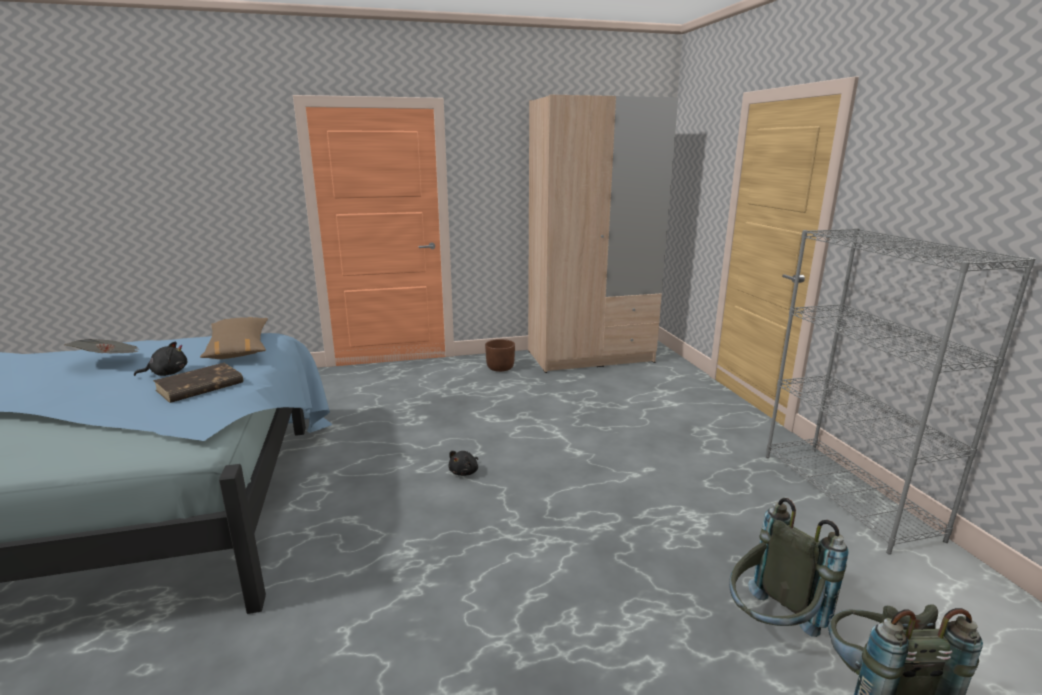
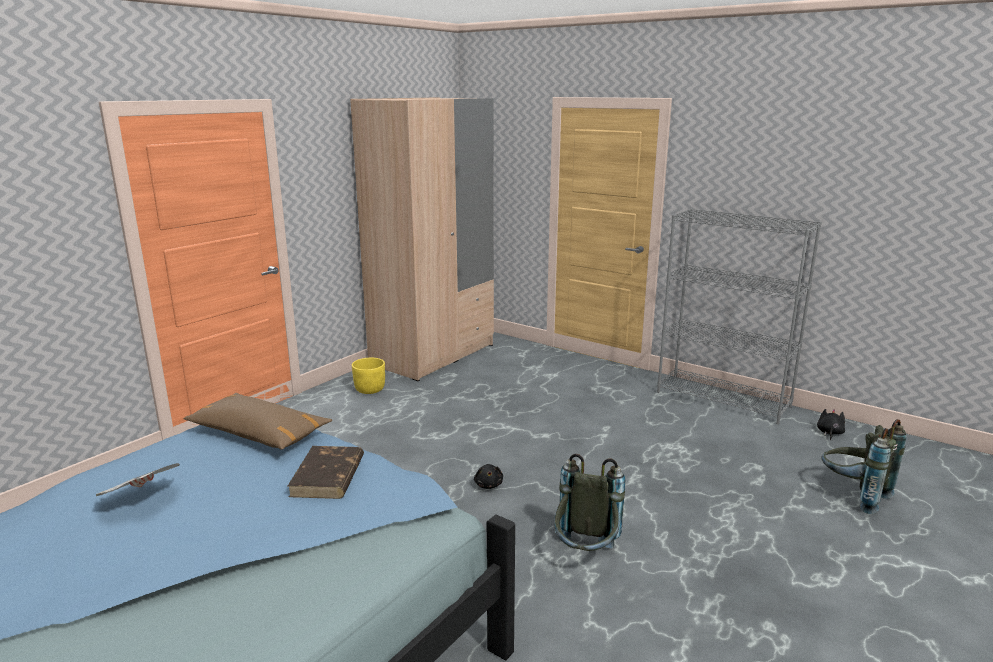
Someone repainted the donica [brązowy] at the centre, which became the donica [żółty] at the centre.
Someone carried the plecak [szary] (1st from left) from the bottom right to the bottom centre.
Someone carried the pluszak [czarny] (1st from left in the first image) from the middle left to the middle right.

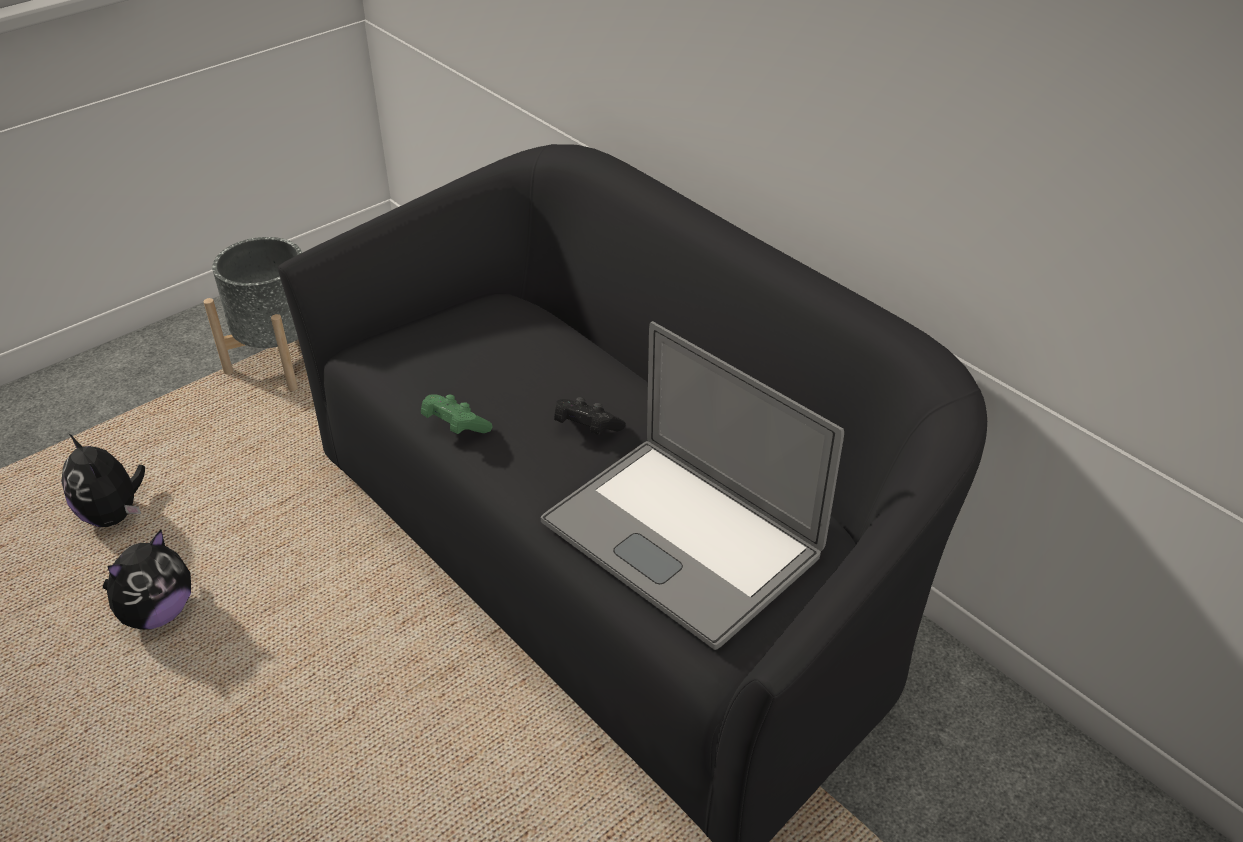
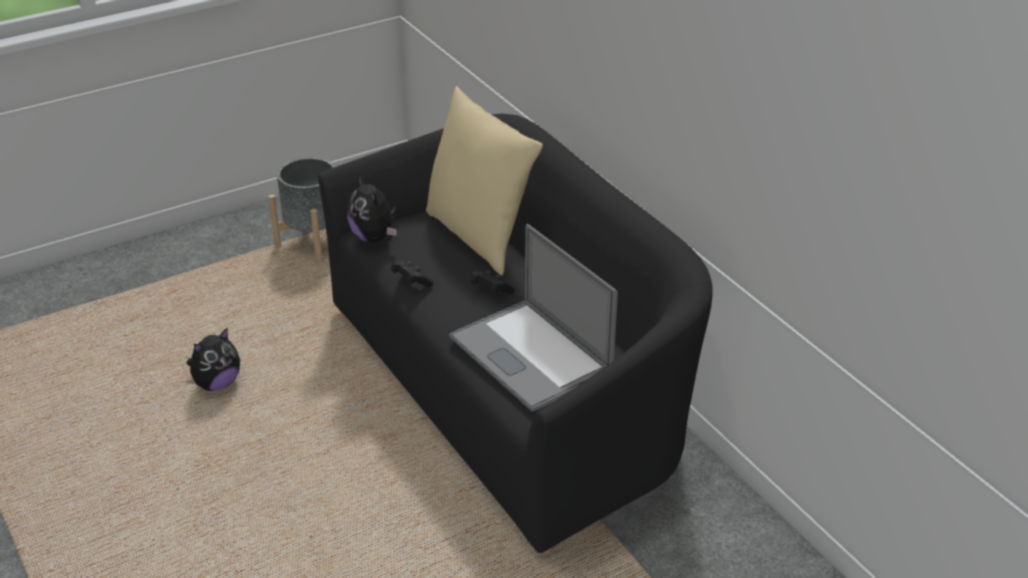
Someone carried the pluszak (1st from left in the first image) from the middle left to the centre.
Someone repainted the pad do gier [zielony] at the centre, which became the pad do gier [czarny] (1st from left) at the centre.
Someone put down the poduszka [beżowy] at the top centre.

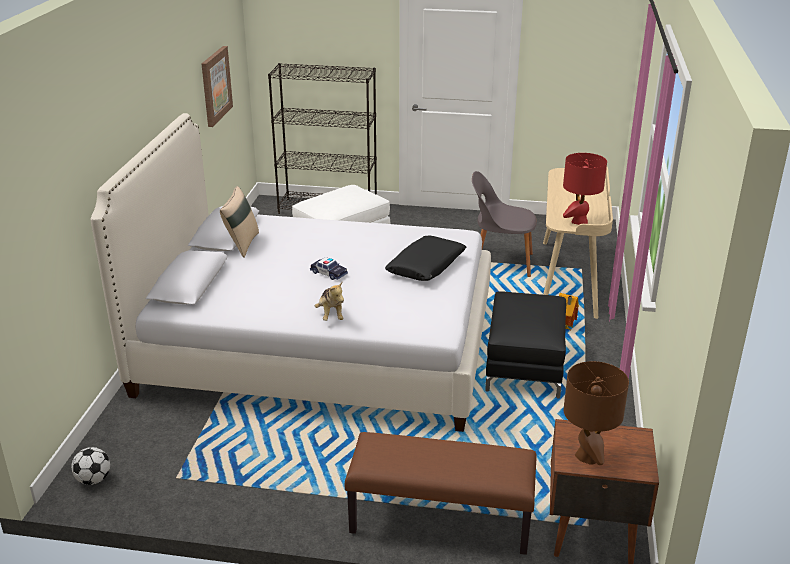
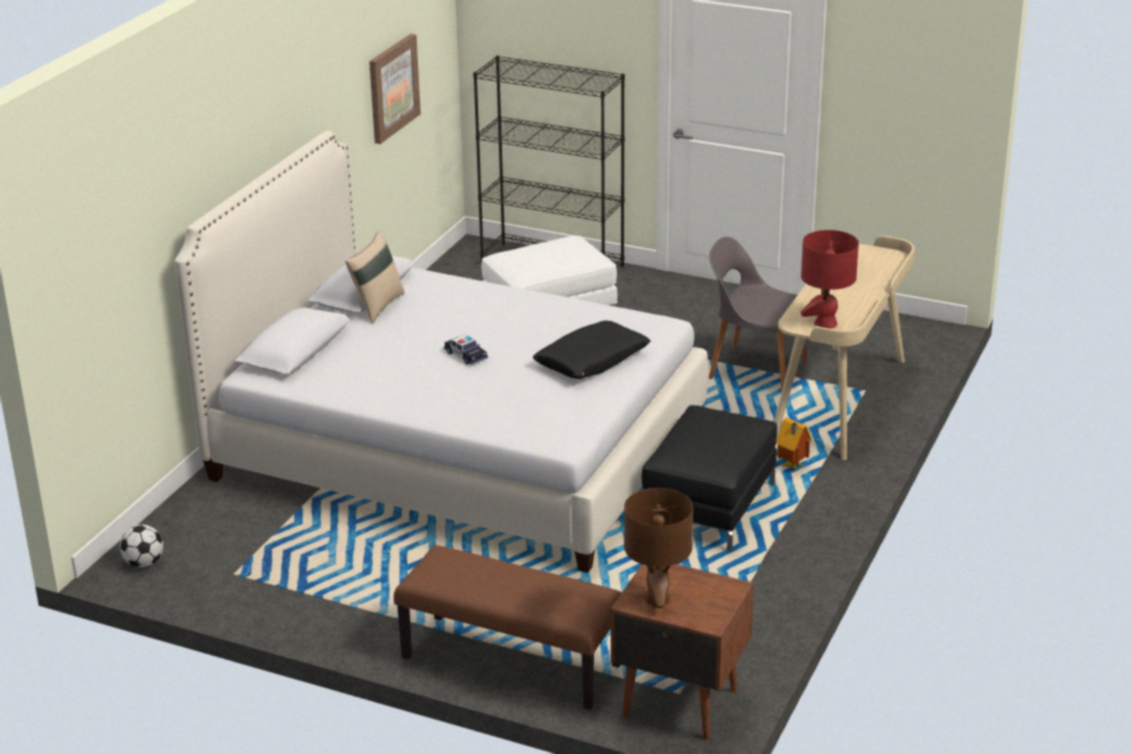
Someone took away the pluszak at the centre.

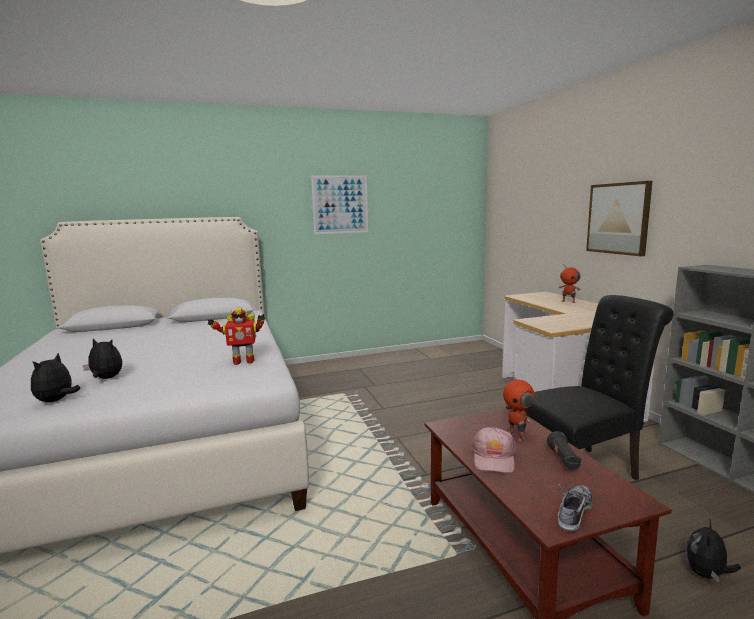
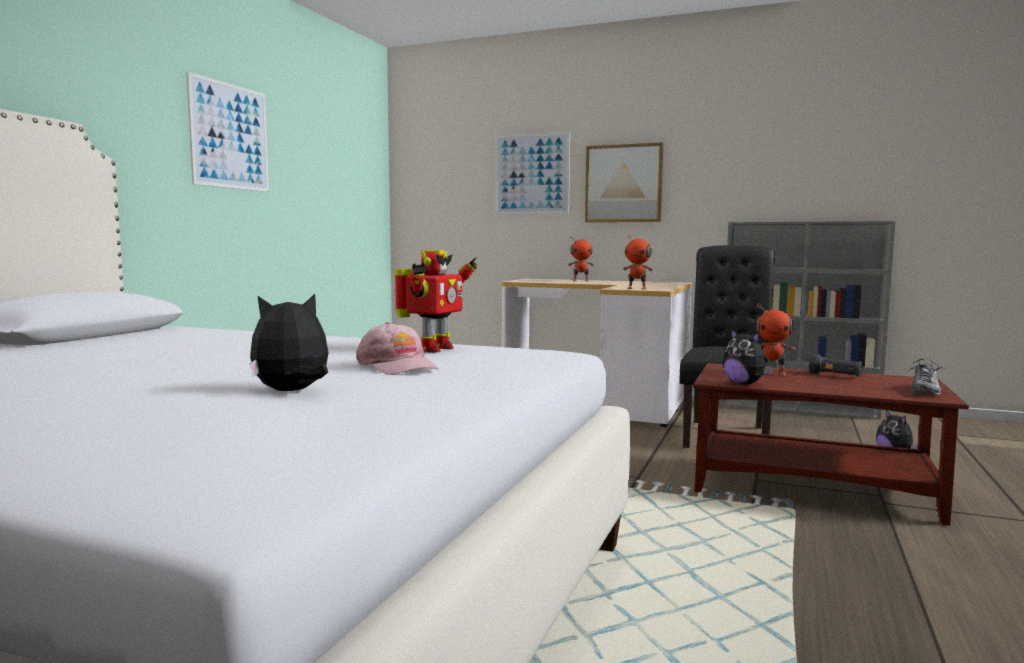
Someone carried the czapka z daszkiem [różowy] from the bottom centre to the centre.
Someone put up the obraz (2nd from left) at the top centre.
Someone put down the robot zabawkowy (3rd from left) at the centre.
Someone carried the pluszak (1st from left in the first image) from the middle left to the middle right.
Someone rotated the but at the bottom right by 135 degrees counterclockwise.

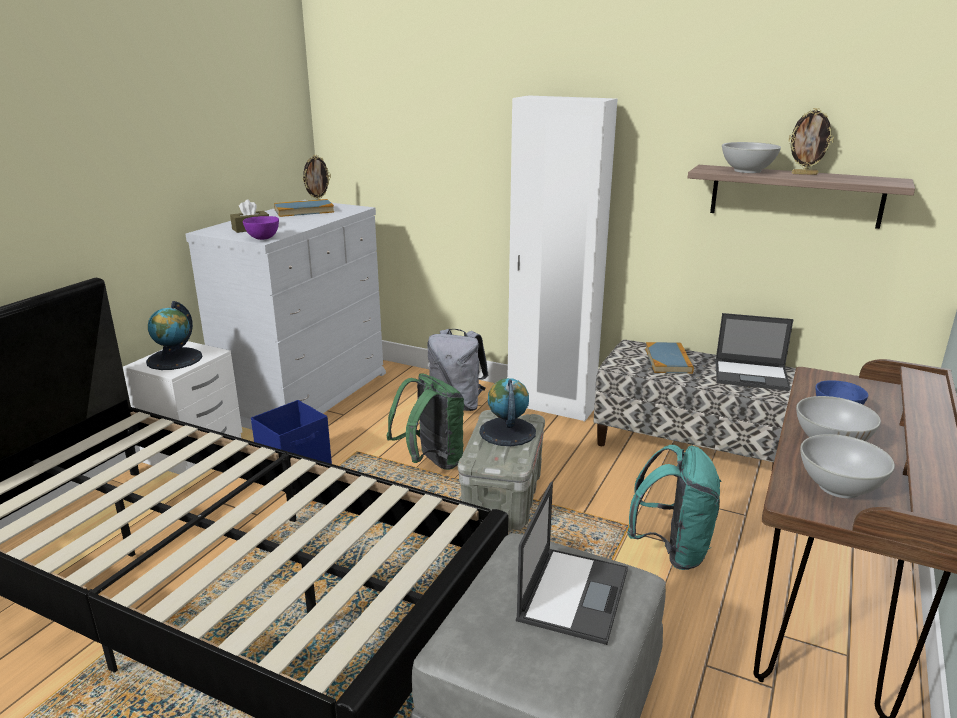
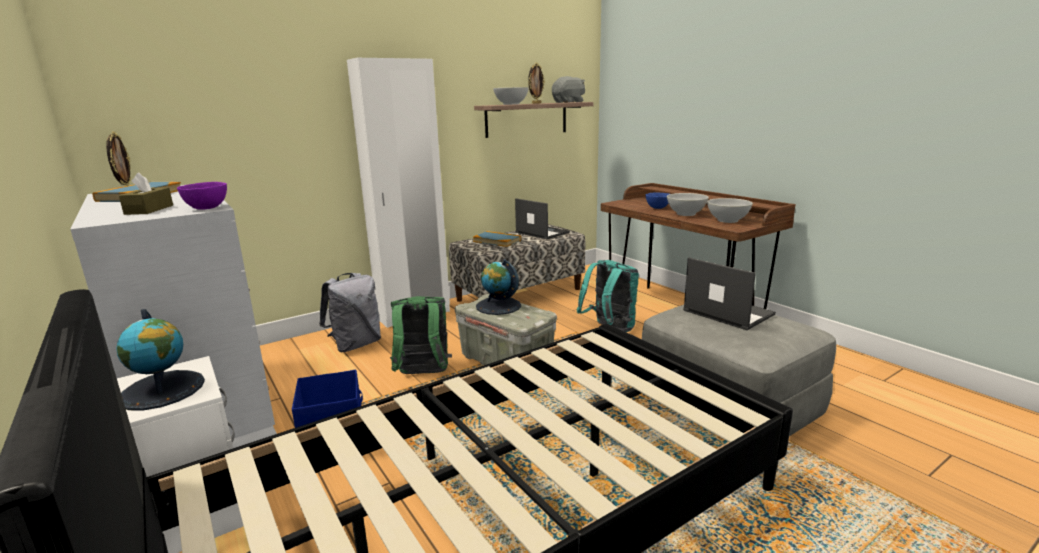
Someone rotated the laptop (2nd from left in the first image) at the middle right by 90 degrees counterclockwise.
Someone put down the pluszak [szary] at the top centre.

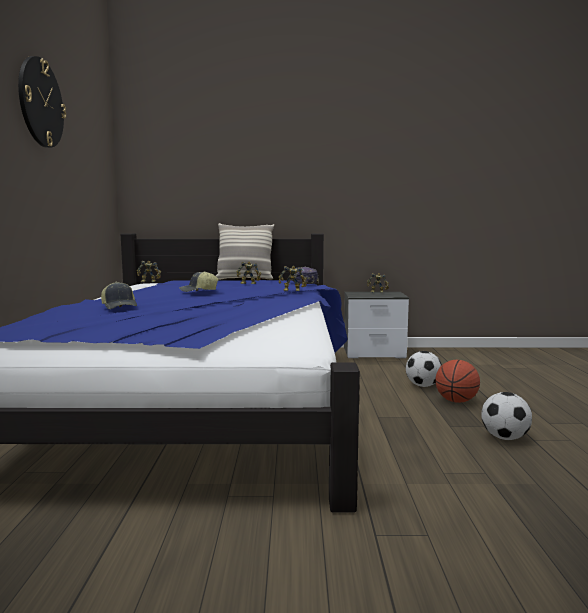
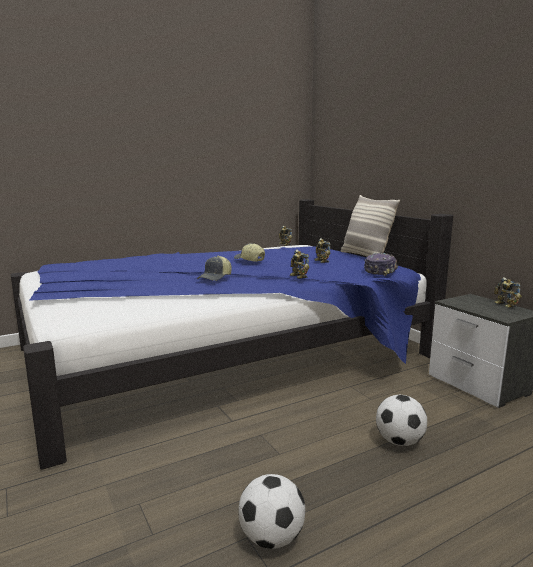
Someone carried the czapka z daszkiem (1st from left) from the middle left to the centre.
Someone took away the zegar ścienny at the top left.
Someone took away the piłka do koszykówki at the middle right.

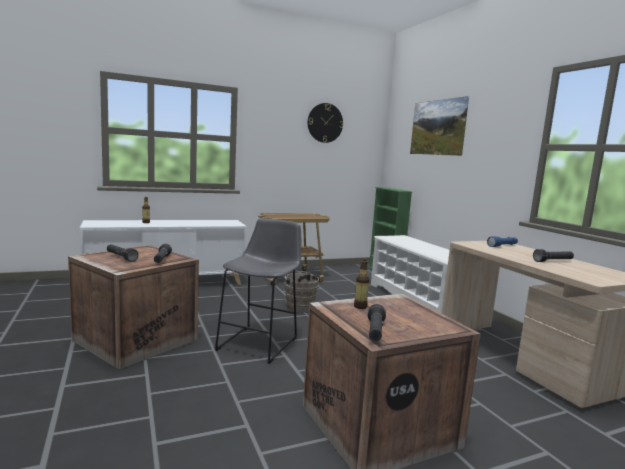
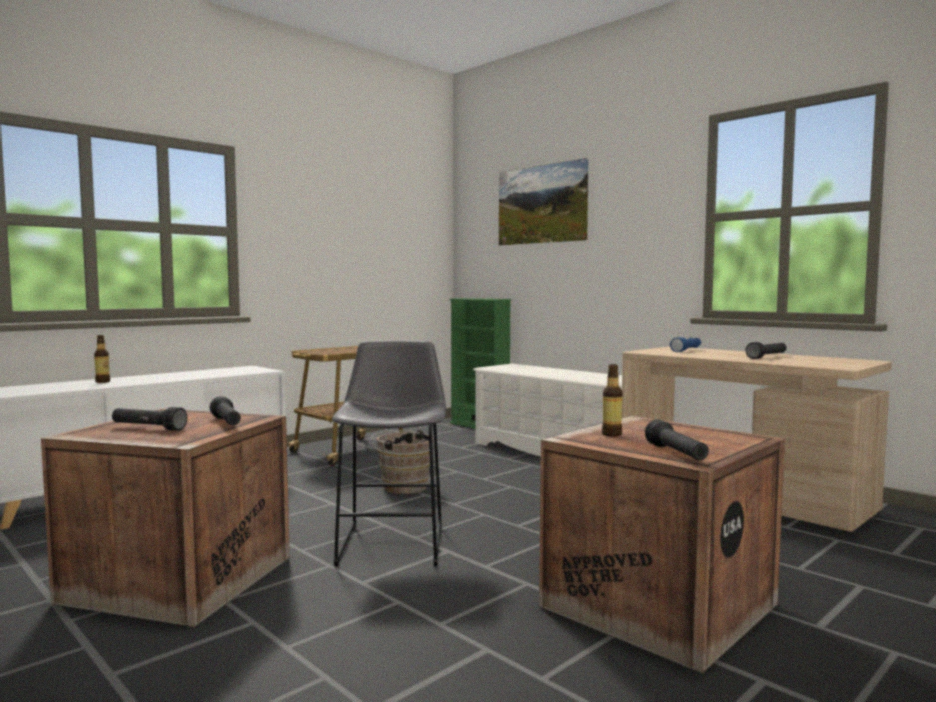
Someone took away the zegar ścienny at the top centre.

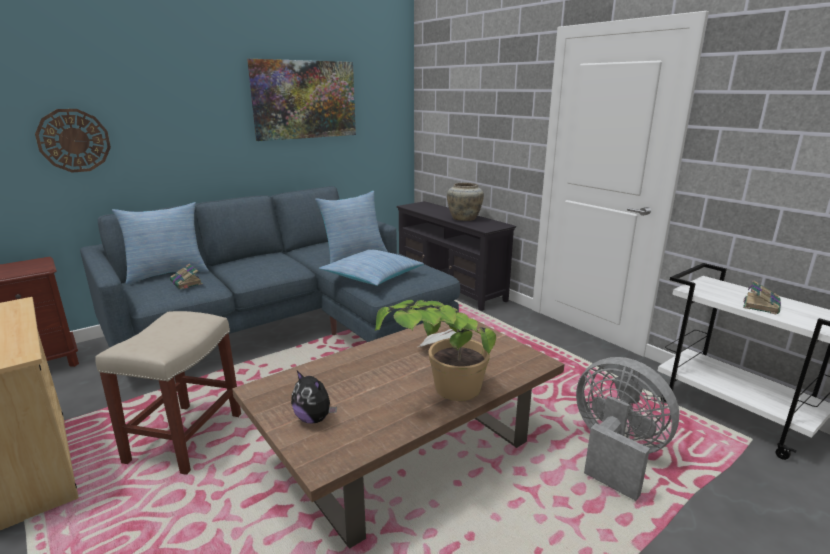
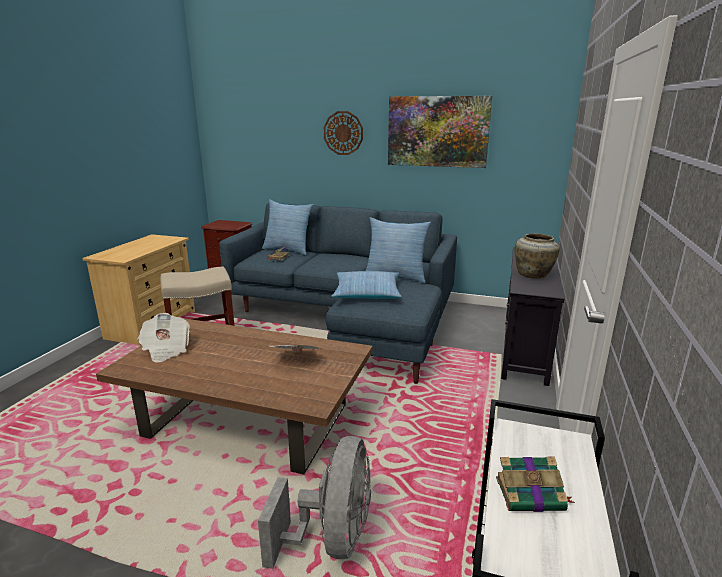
Someone swapped the pluszak at the bottom centre for the gazeta (1st from left) at the middle left.
Someone carried the zegar ścienny from the top left to the top centre.
Someone took away the roślina doniczkowa at the centre.

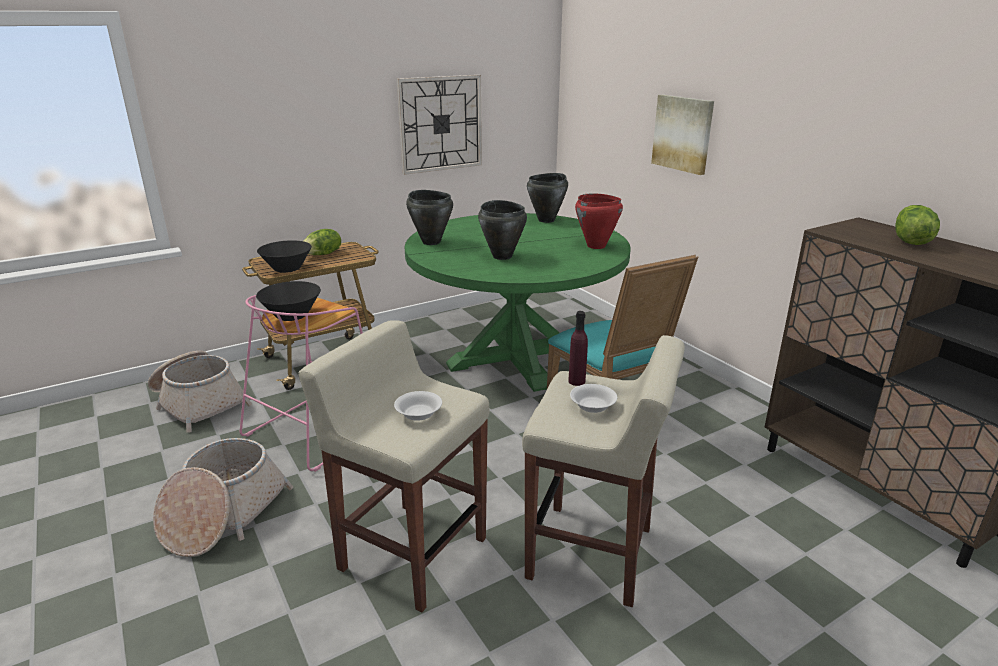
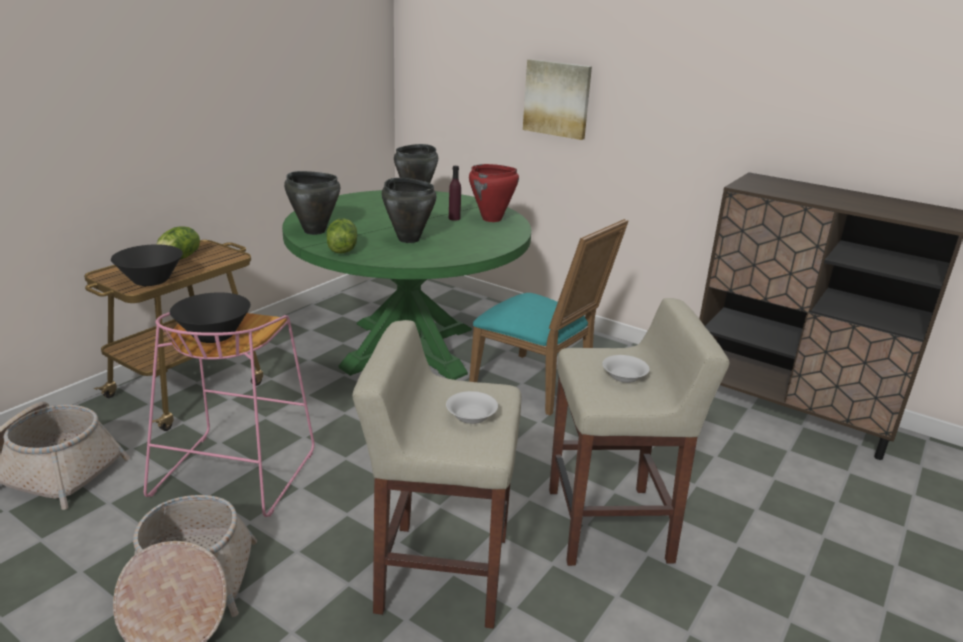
Someone carried the sałata (2nd from left) from the middle right to the centre.
Someone carried the butelka [fioletowy] from the centre to the top centre.
Someone took away the zegar ścienny at the top centre.

